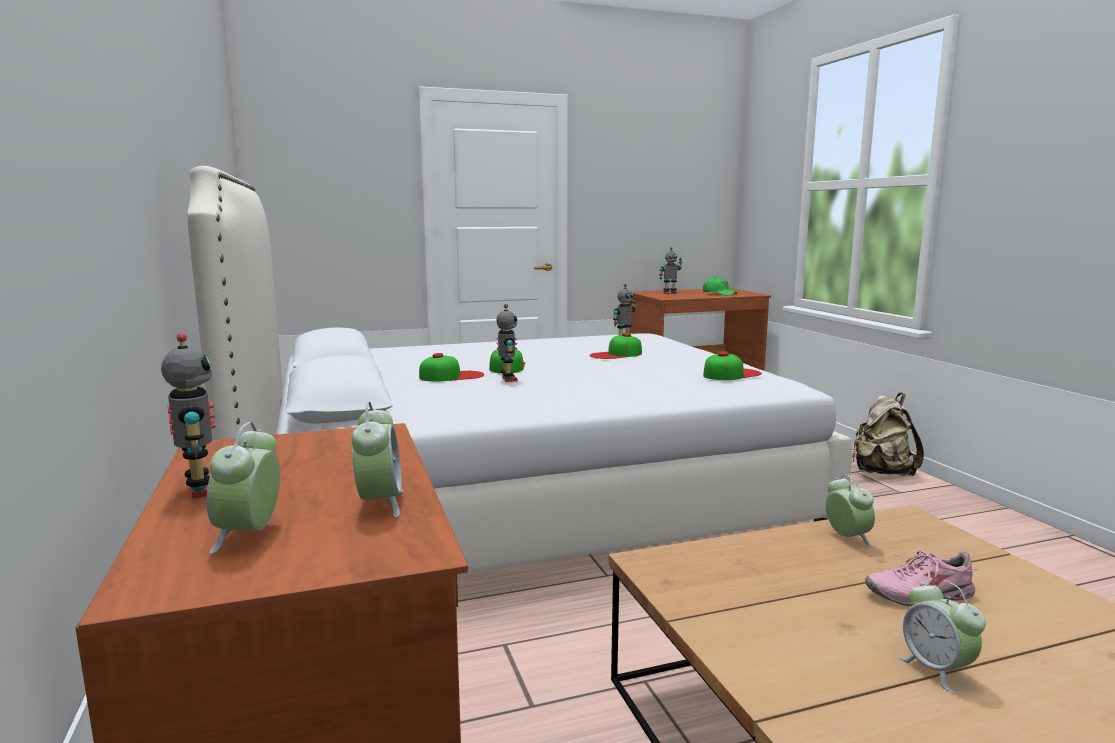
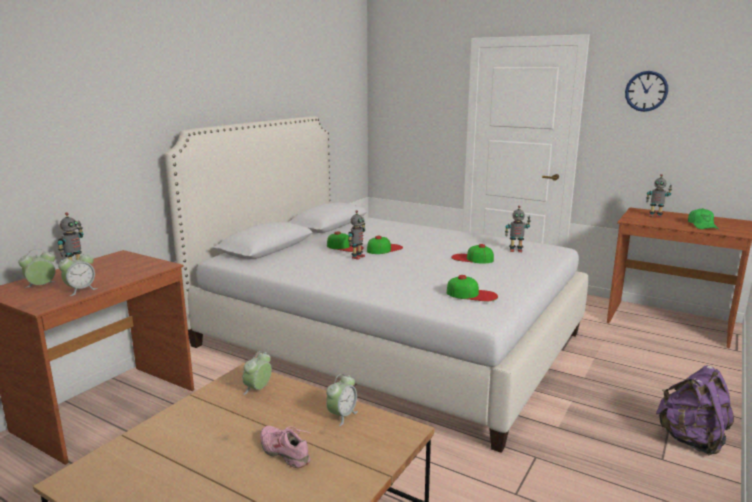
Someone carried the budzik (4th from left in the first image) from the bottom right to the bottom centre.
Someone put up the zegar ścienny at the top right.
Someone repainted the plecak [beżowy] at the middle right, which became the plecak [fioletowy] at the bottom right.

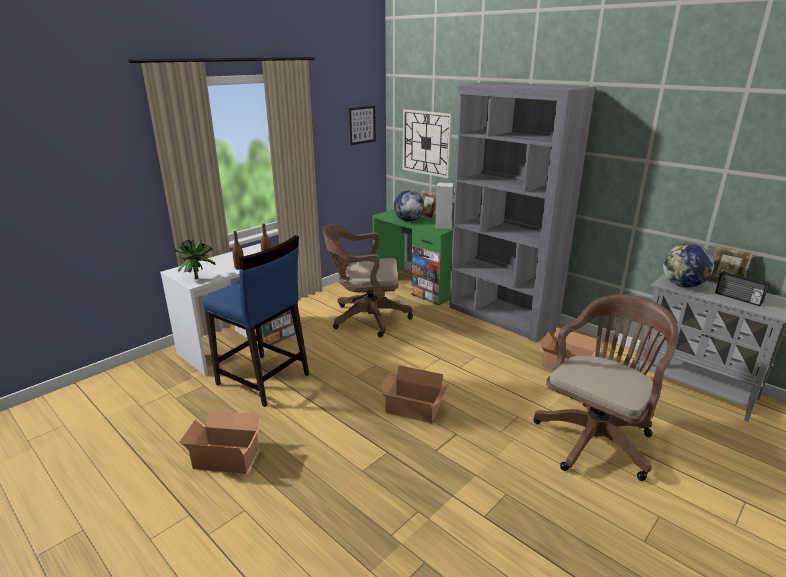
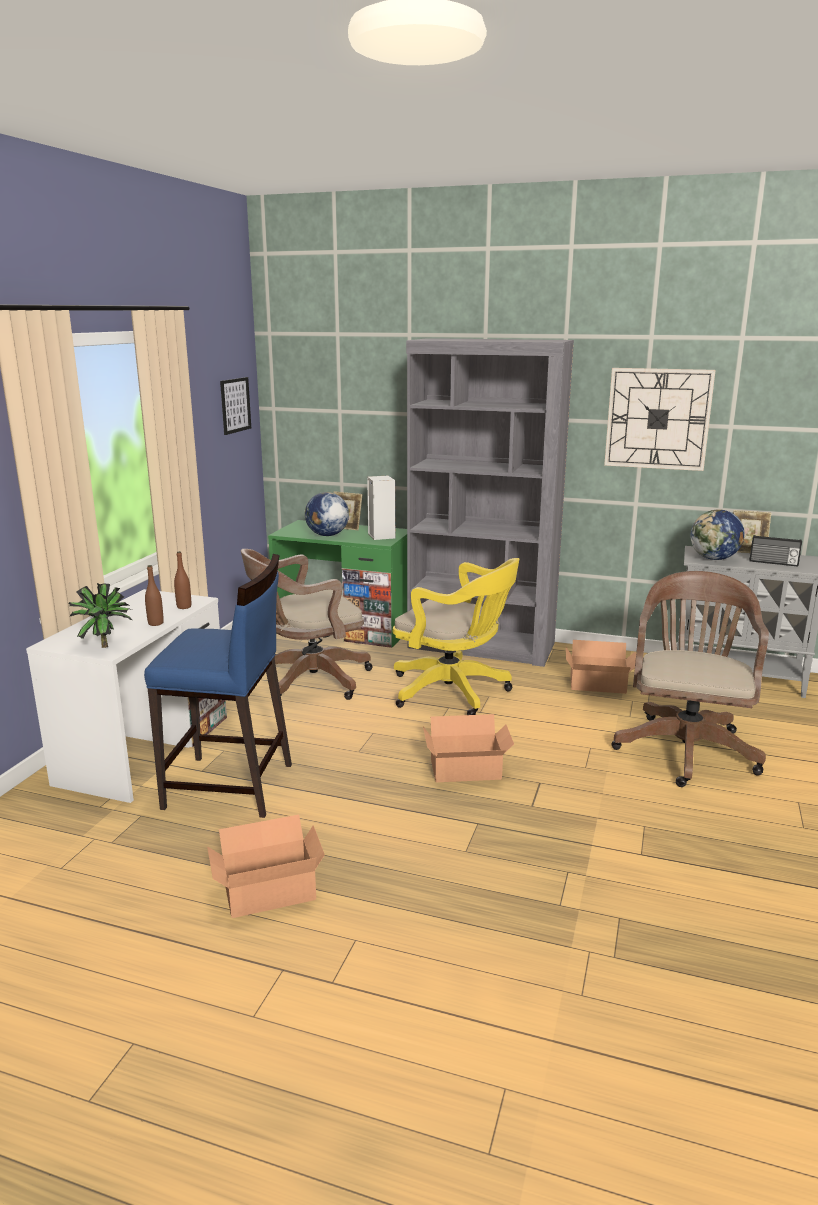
Someone put down the krzesło biurowe [żółty] at the centre.
Someone carried the zegar ścienny from the top centre to the middle right.

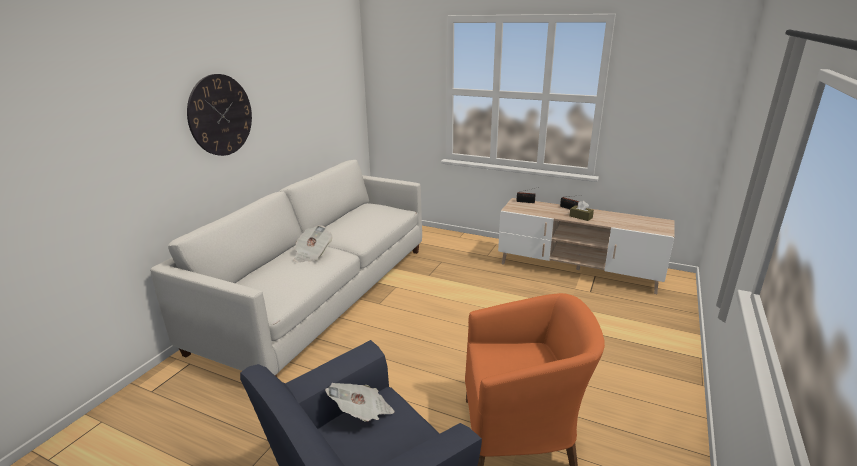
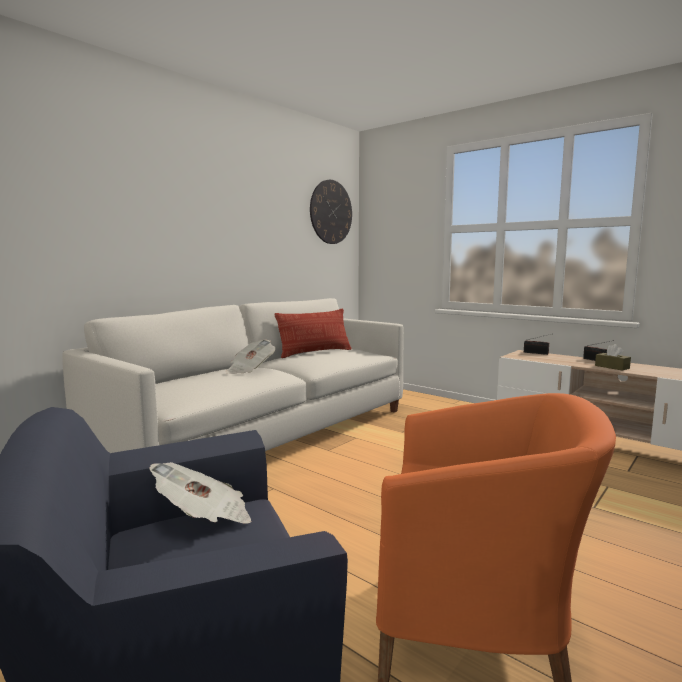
Someone put down the poduszka at the centre.
Someone carried the zegar ścienny from the top left to the top centre.

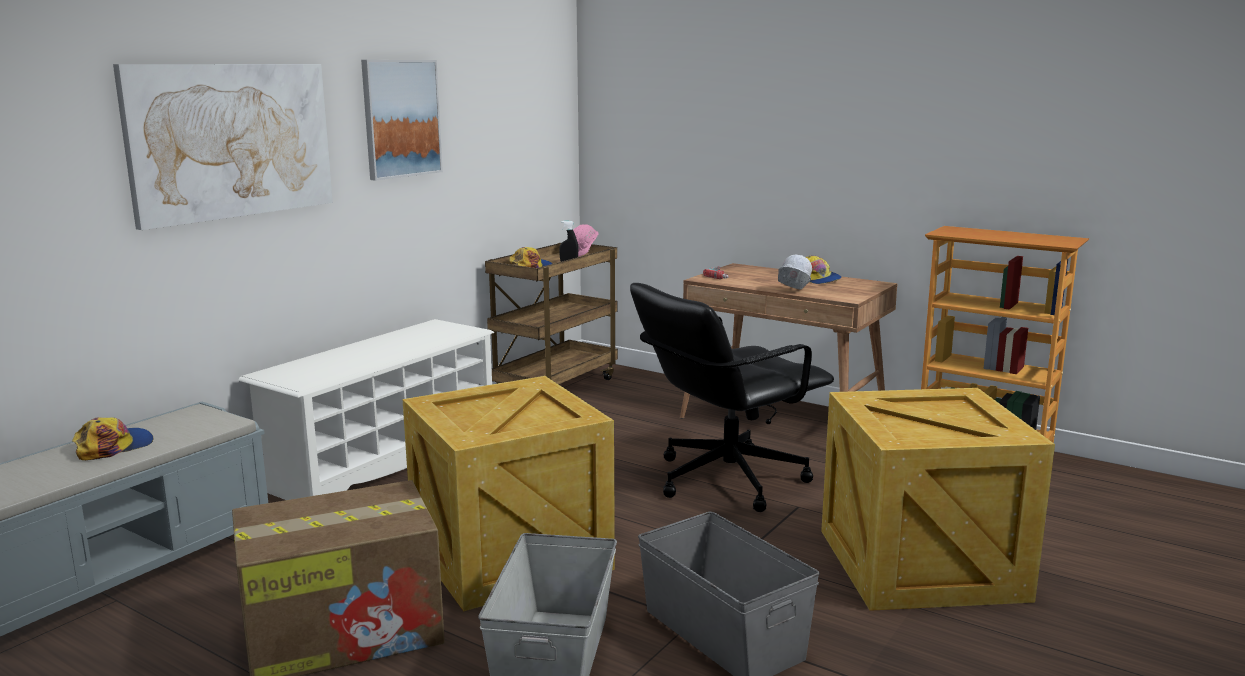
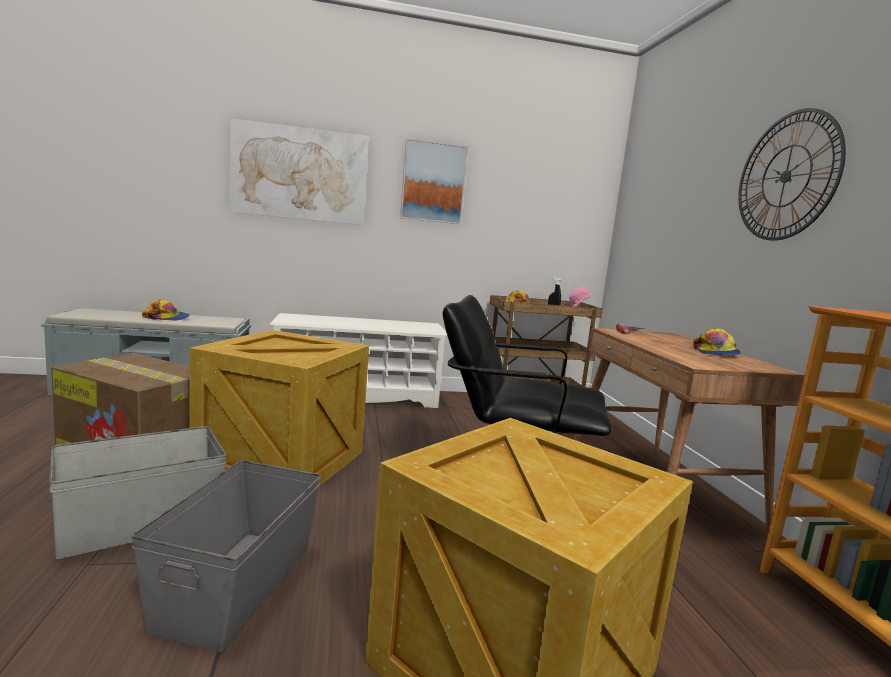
Someone put up the zegar ścienny at the top right.
Someone took away the kask [biały] at the centre.

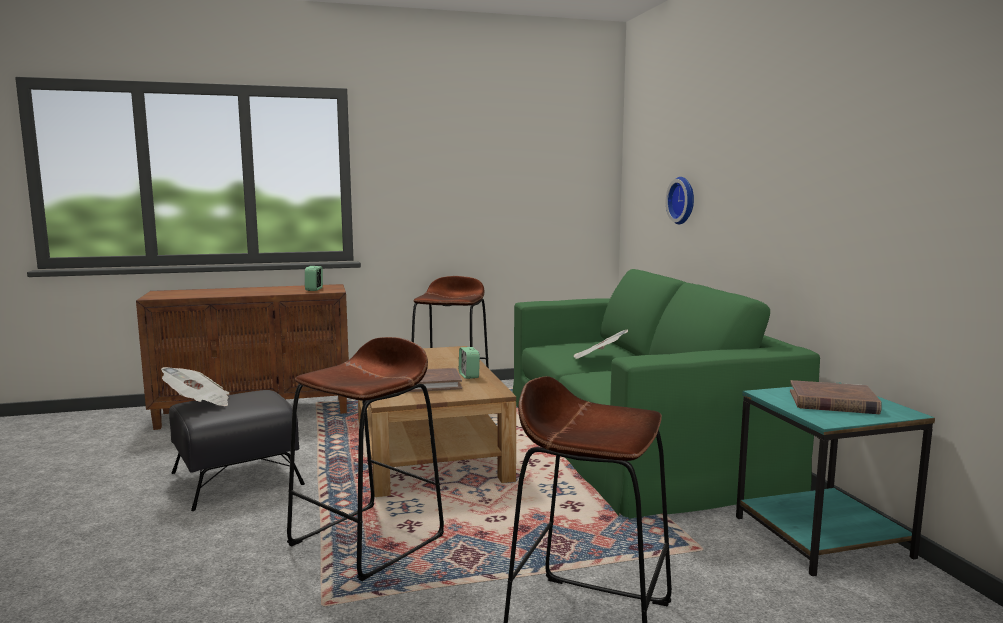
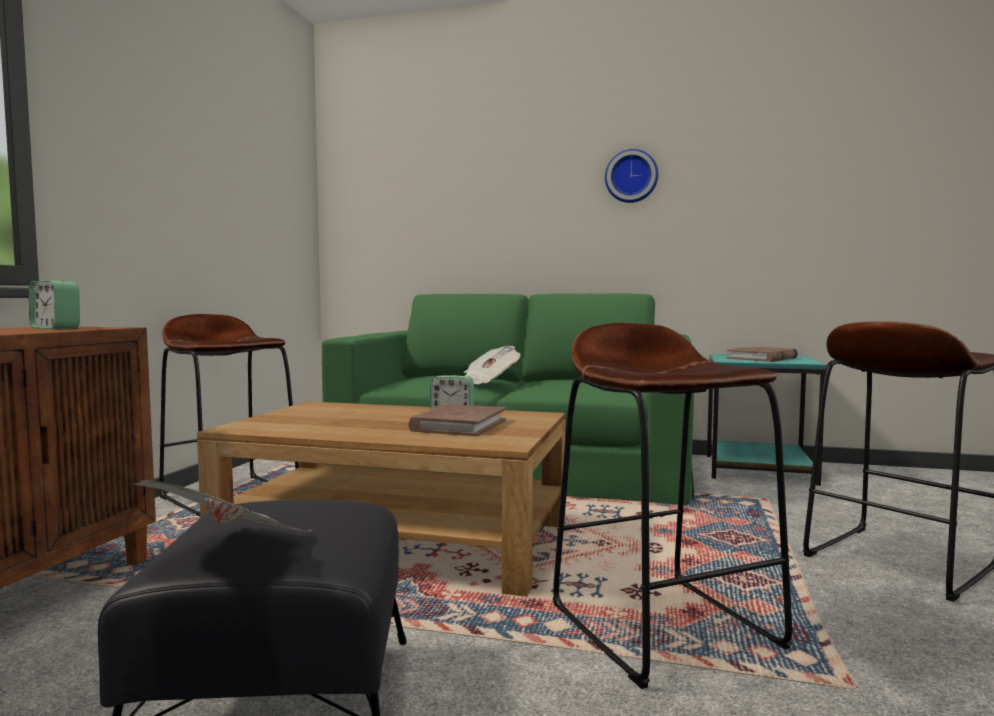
Someone carried the zegar ścienny from the top right to the top centre.

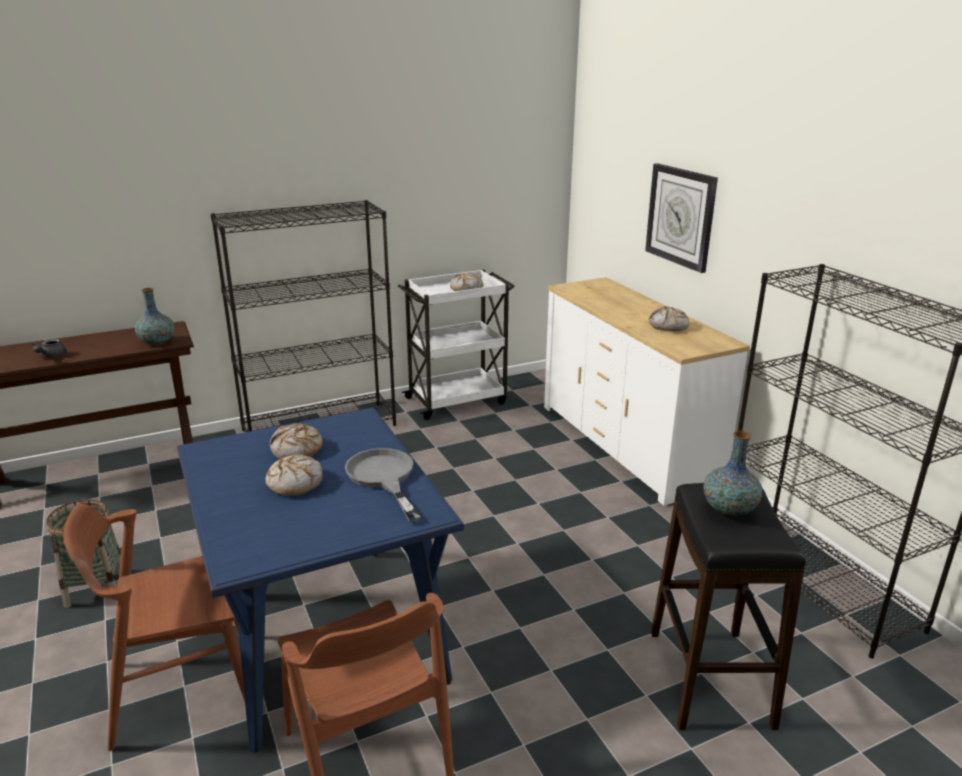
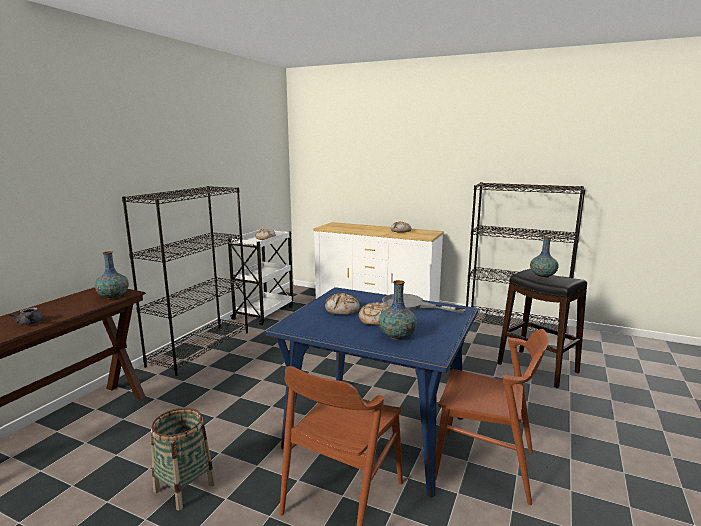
Someone put down the wazon (2nd from left) at the centre.
Someone took away the zegar ścienny at the top right.

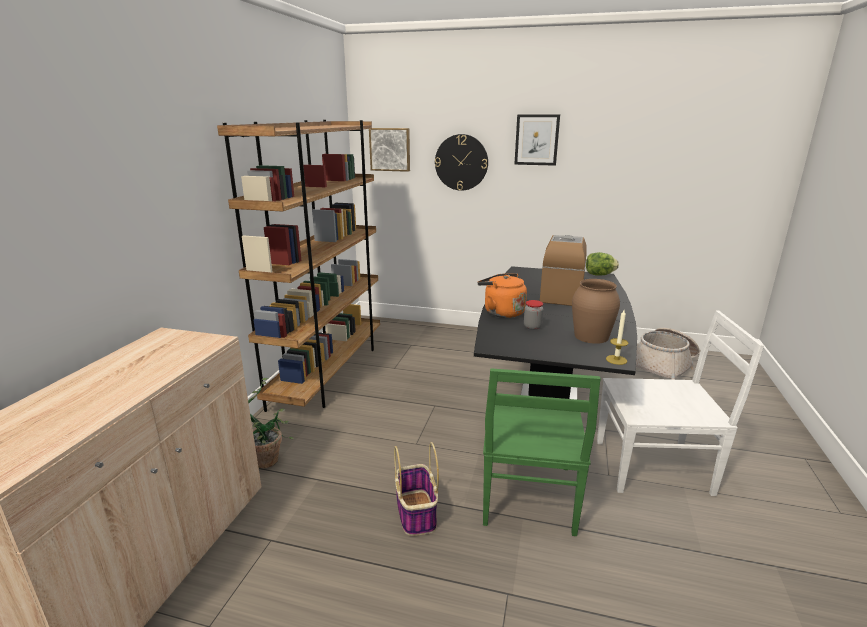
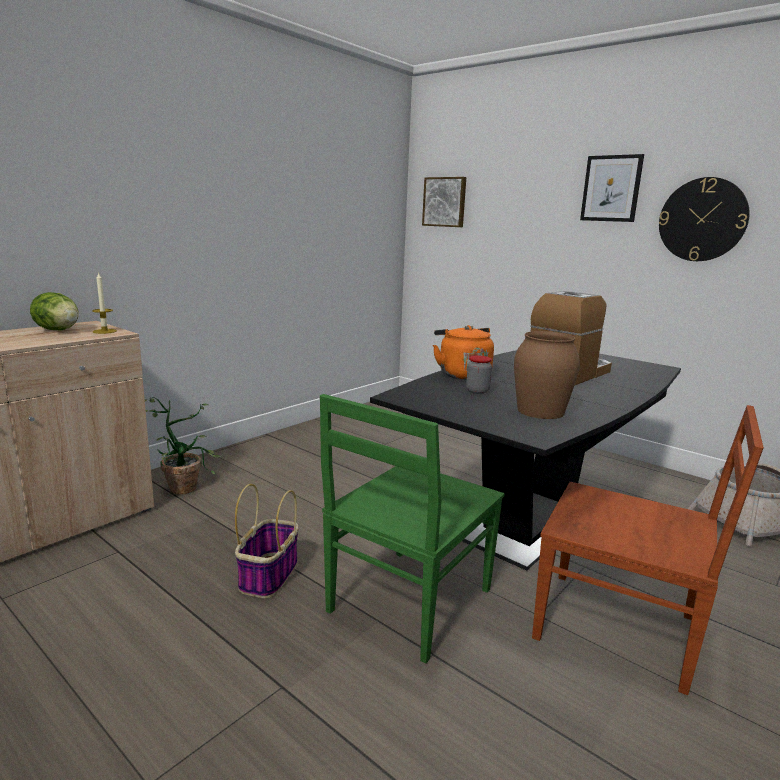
Someone carried the sałata from the middle right to the middle left.
Someone carried the świeca from the middle right to the middle left.
Someone repainted the krzesło [biały] at the middle right, which became the krzesło [brązowy] at the bottom right.
Someone carried the zegar ścienny from the top centre to the top right.
Someone took away the regał [brązowy] at the centre.

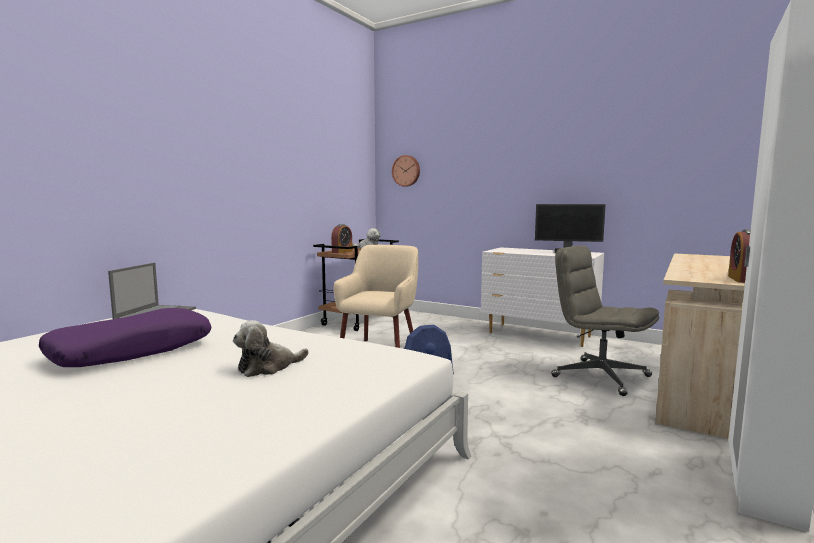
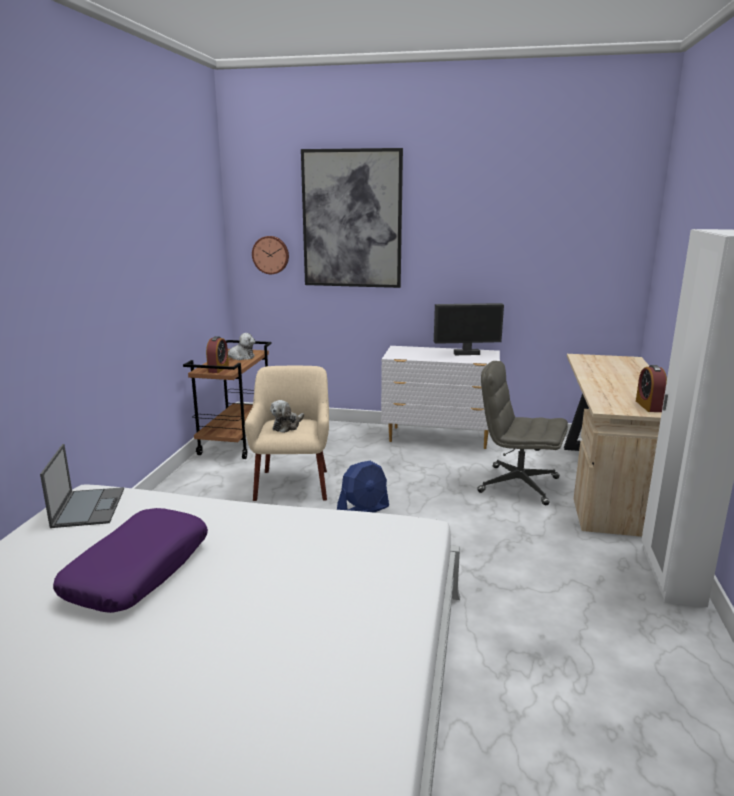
Someone carried the pluszak (1st from left in the first image) from the middle left to the centre.
Someone put up the obraz at the top centre.

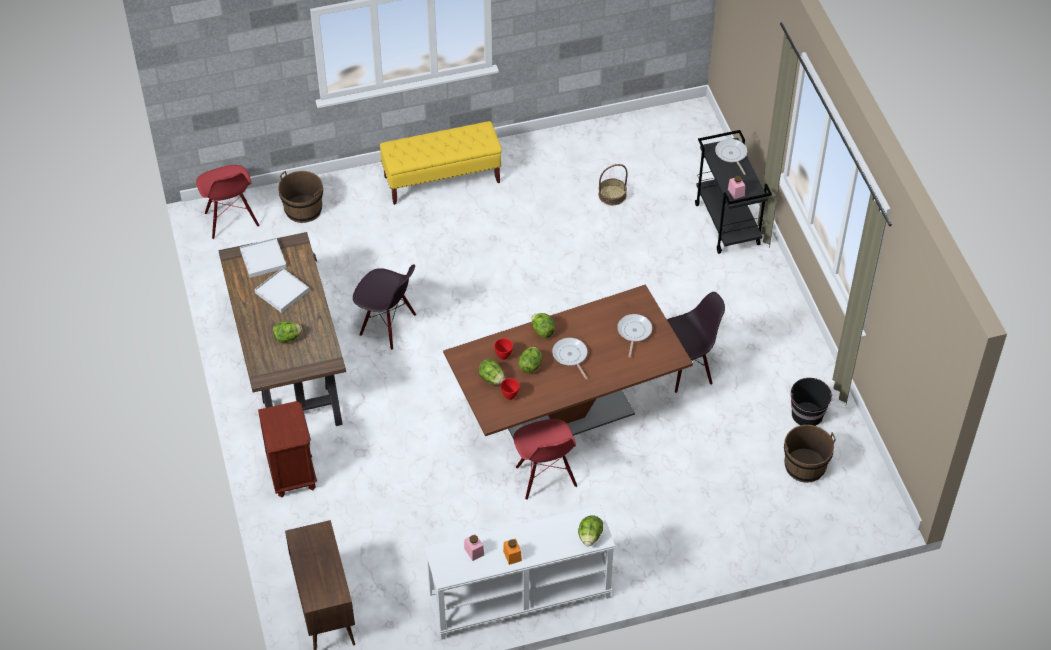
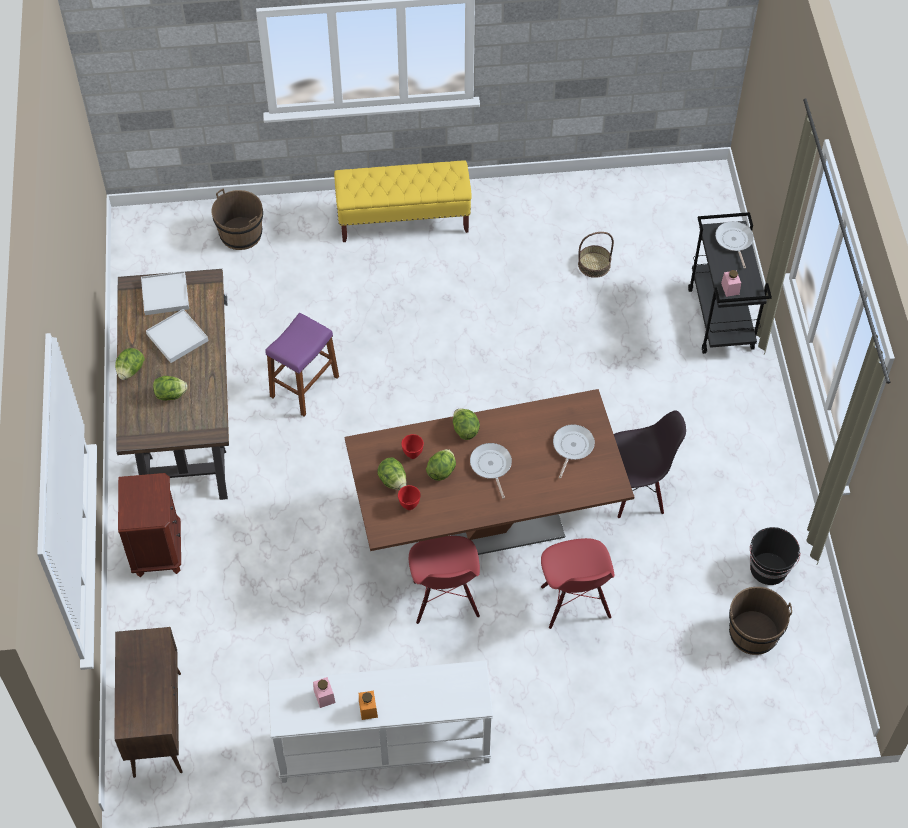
Someone carried the sałata (5th from left in the first image) from the bottom centre to the middle left.
Someone swapped the krzesło [czarny] (1st from left) at the centre for the stołek [fioletowy] at the middle left.
Someone carried the krzesło [czerwony] (1st from left in the first image) from the top left to the bottom centre.

